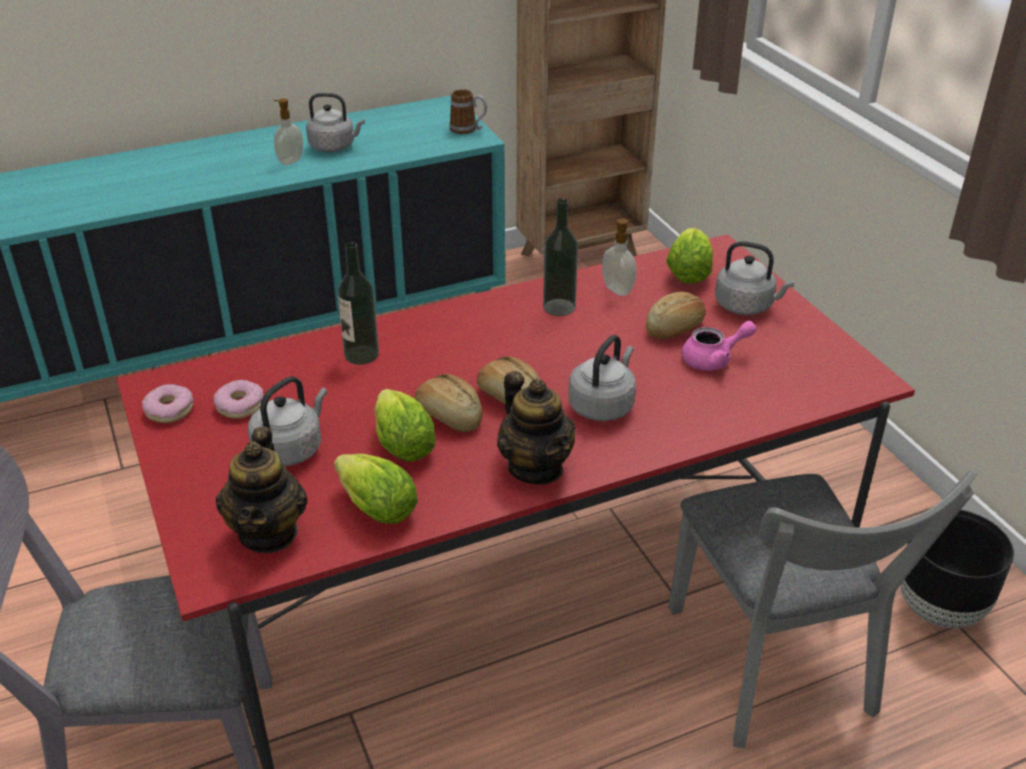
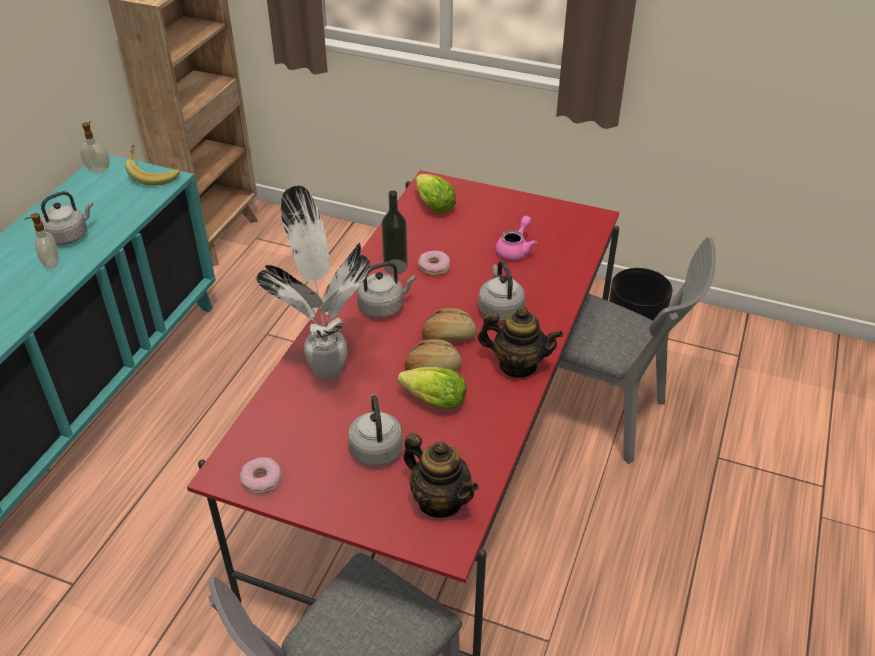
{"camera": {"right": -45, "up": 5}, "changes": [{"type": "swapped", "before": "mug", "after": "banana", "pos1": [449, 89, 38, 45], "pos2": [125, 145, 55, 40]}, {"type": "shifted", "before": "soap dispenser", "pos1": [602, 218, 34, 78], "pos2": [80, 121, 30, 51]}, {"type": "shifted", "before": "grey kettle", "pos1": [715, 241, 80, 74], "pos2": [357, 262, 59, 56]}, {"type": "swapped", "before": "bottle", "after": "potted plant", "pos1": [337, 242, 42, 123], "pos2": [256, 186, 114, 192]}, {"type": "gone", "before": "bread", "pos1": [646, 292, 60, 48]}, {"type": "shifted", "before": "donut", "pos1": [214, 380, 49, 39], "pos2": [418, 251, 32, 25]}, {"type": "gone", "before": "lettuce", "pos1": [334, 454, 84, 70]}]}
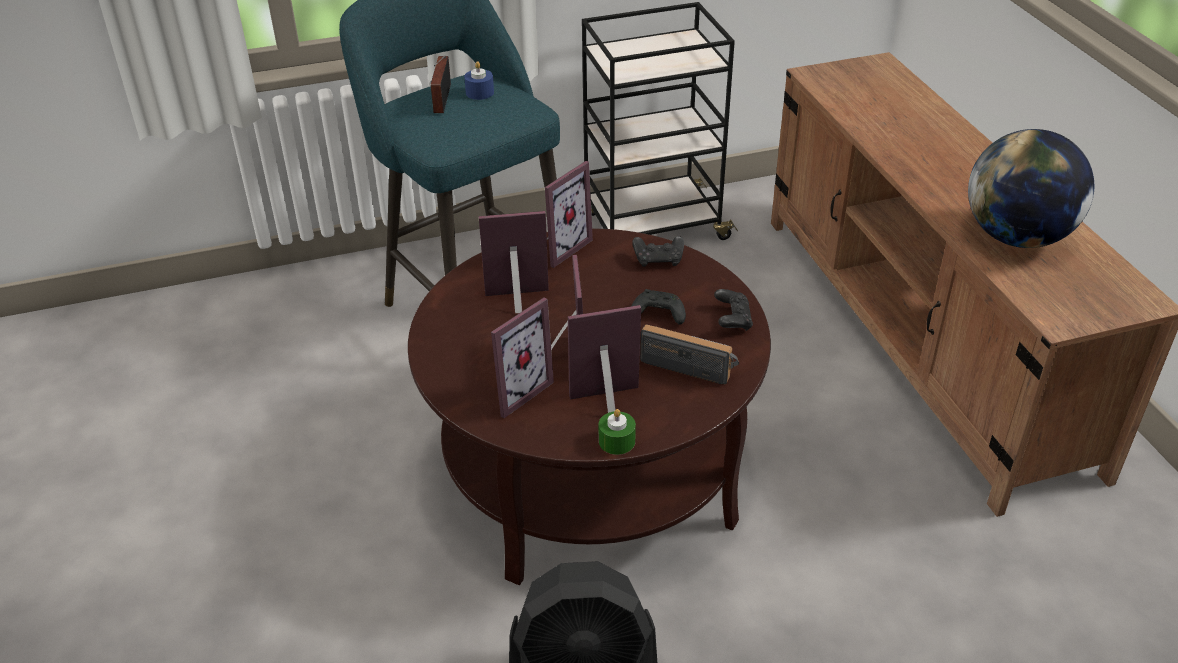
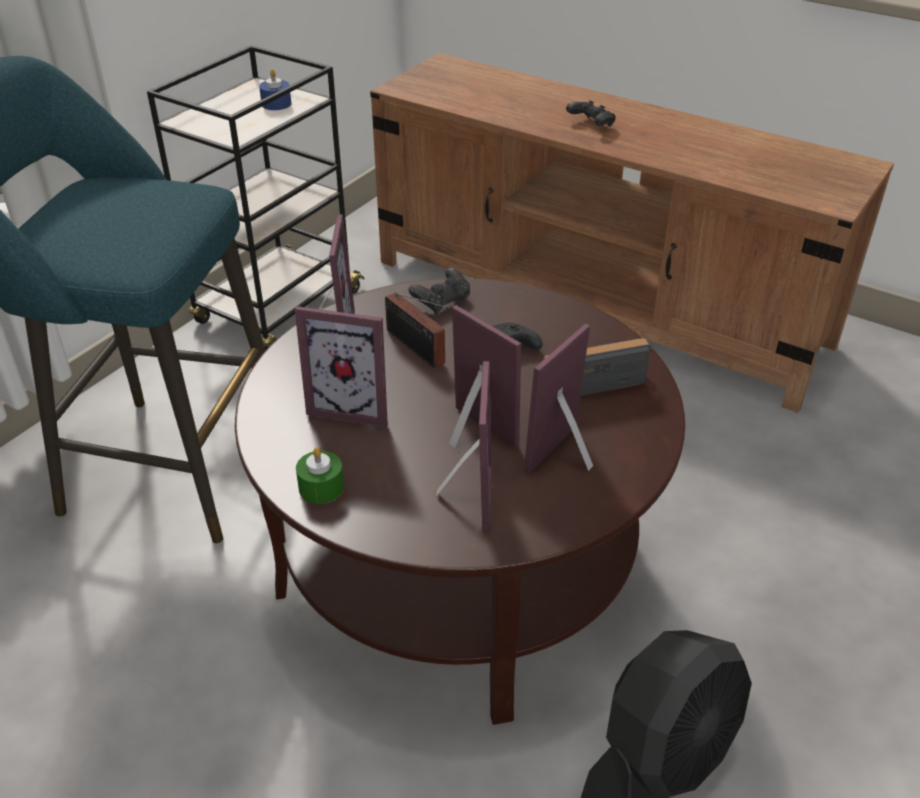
{"camera": {"right": -40, "up": 0}, "changes": [{"type": "shifted", "before": "radio", "pos1": [430, 56, 21, 57], "pos2": [385, 292, 63, 76]}, {"type": "shifted", "before": "blue candle", "pos1": [464, 61, 30, 39], "pos2": [259, 69, 32, 41]}, {"type": "gone", "before": "globe", "pos1": [968, 129, 126, 119]}, {"type": "rotated", "before": "picture frame", "pos1": [479, 211, 70, 102], "pos2": [295, 306, 93, 121], "turn": -120}, {"type": "shifted", "before": "black game controller", "pos1": [714, 289, 39, 42], "pos2": [566, 100, 50, 27]}, {"type": "shifted", "before": "green candle", "pos1": [599, 409, 37, 46], "pos2": [296, 447, 48, 57]}]}
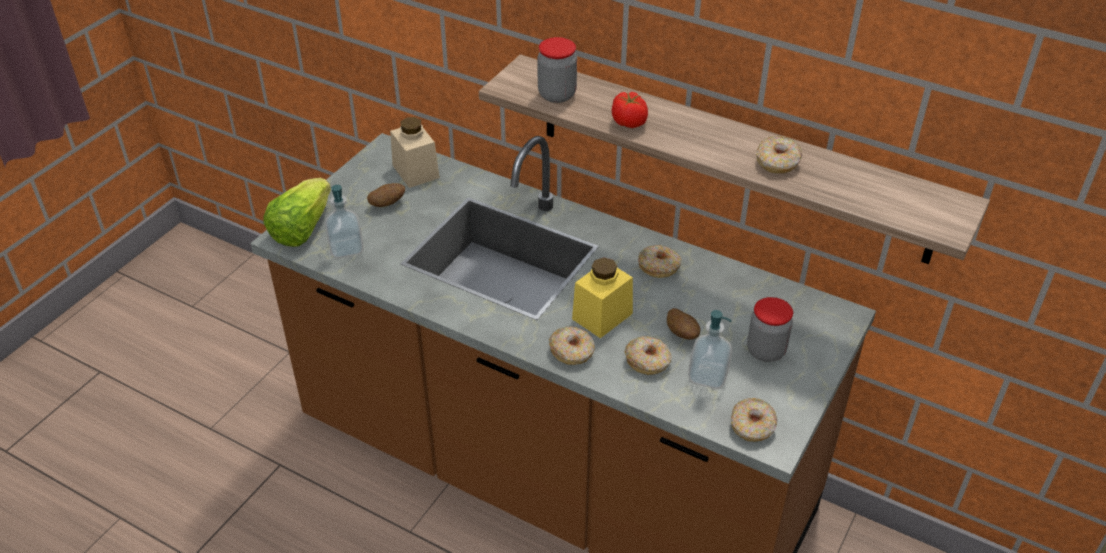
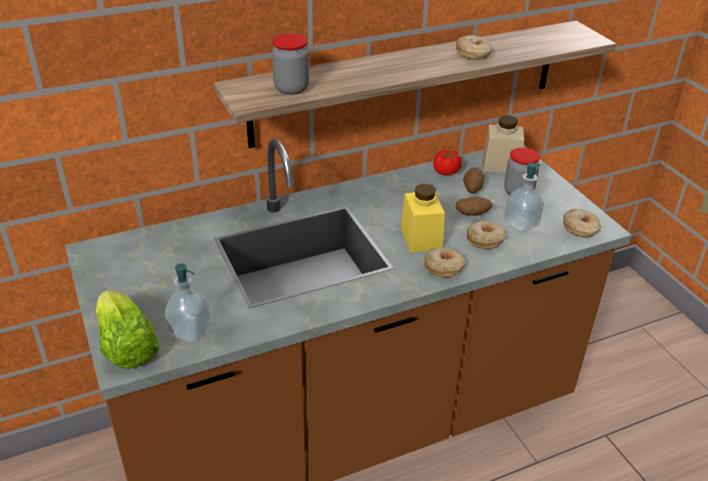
{"camera": {"right": -55, "up": -5}, "changes": [{"type": "shifted", "before": "tomato", "pos1": [612, 92, 36, 36], "pos2": [433, 150, 29, 26]}, {"type": "shifted", "before": "beige jar", "pos1": [390, 117, 50, 71], "pos2": [483, 115, 41, 58]}, {"type": "shifted", "before": "potato", "pos1": [367, 183, 38, 24], "pos2": [463, 167, 21, 26]}, {"type": "gone", "before": "donut", "pos1": [638, 245, 44, 33]}]}
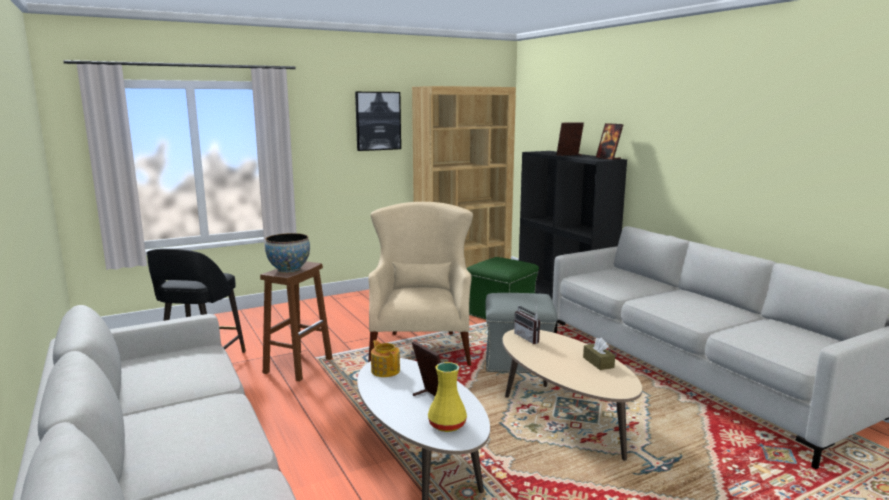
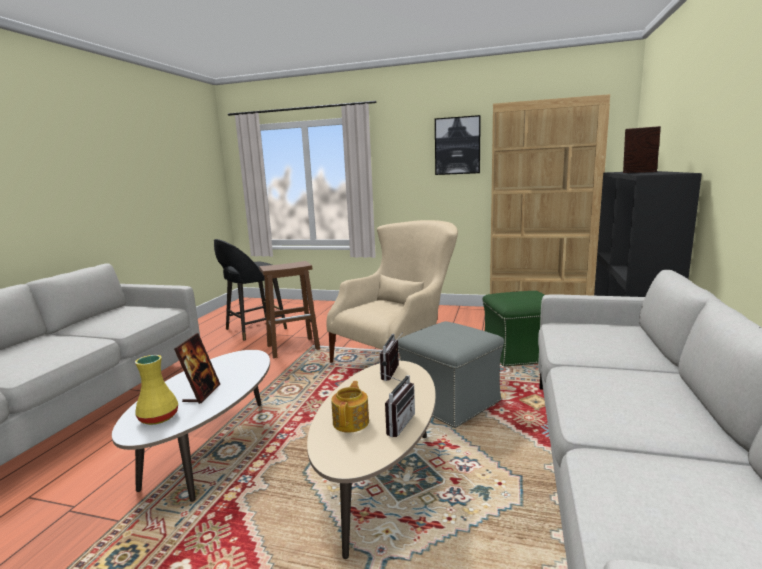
{"camera": {"right": 45, "up": 0}, "changes": [{"type": "gone", "before": "picture frame", "pos1": [596, 123, 27, 37]}, {"type": "gone", "before": "bowl", "pos1": [265, 233, 45, 40]}, {"type": "swapped", "before": "brown tissue box", "after": "radio", "pos1": [583, 338, 32, 32], "pos2": [381, 373, 34, 64]}, {"type": "shifted", "before": "teapot", "pos1": [371, 340, 29, 37], "pos2": [331, 381, 38, 51]}]}
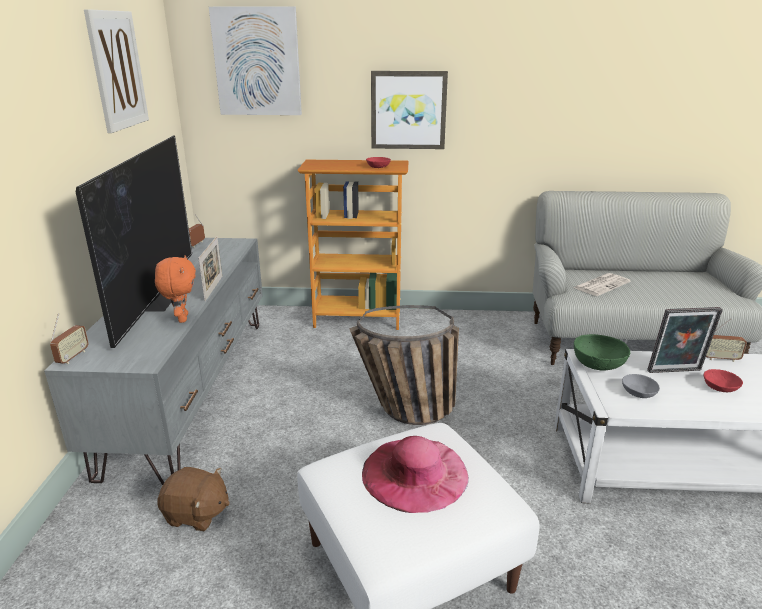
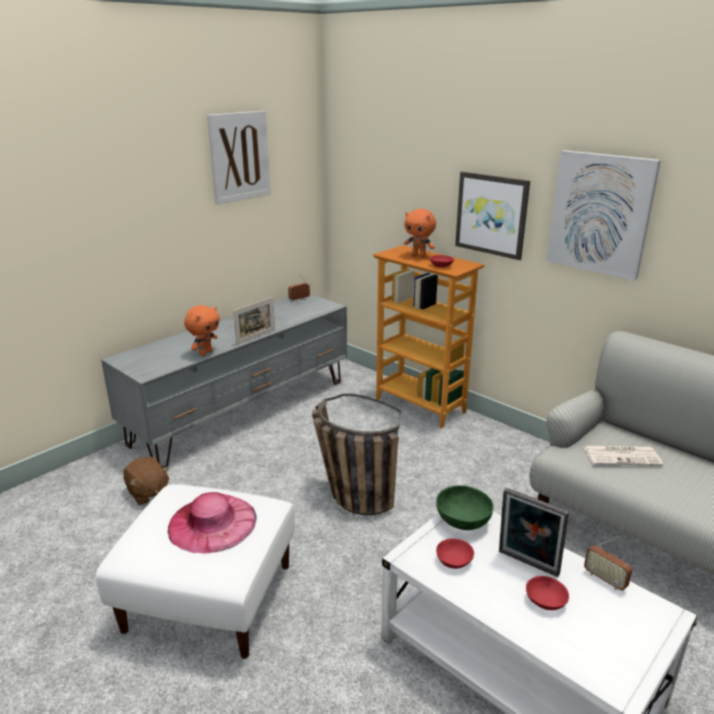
{"camera": {"right": 40, "up": 0}, "changes": [{"type": "shifted", "before": "picture", "pos1": [209, 6, 93, 109], "pos2": [547, 150, 114, 130]}, {"type": "gone", "before": "television", "pos1": [76, 136, 116, 212]}, {"type": "gone", "before": "radio", "pos1": [50, 313, 39, 51]}, {"type": "repainted", "before": "grey bowl", "after": "red bowl", "pos1": [622, 374, 38, 24], "pos2": [436, 538, 38, 31]}, {"type": "new", "after": "orange plush toy", "pos2": [404, 209, 32, 48]}]}
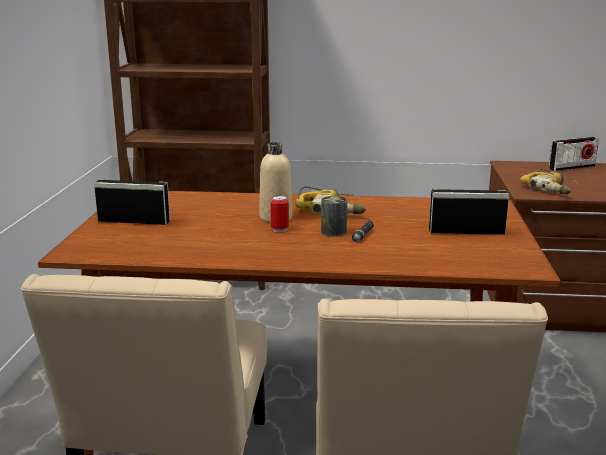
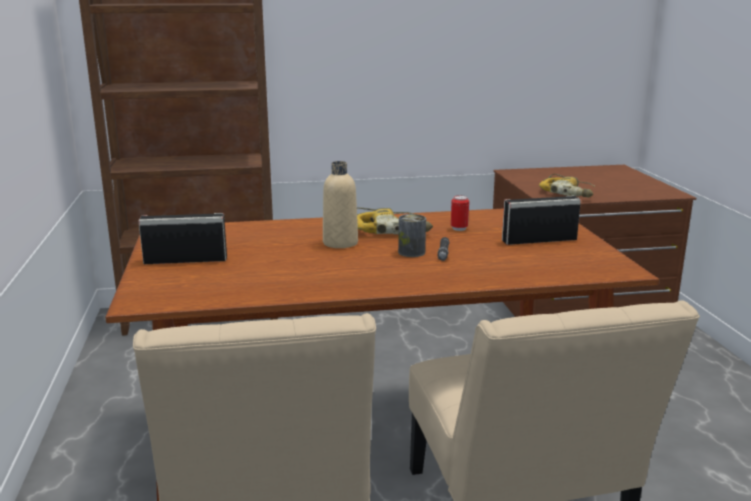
{"camera": {"right": -15, "up": 0}, "changes": [{"type": "gone", "before": "radio", "pos1": [549, 137, 50, 34]}, {"type": "shifted", "before": "can", "pos1": [270, 196, 19, 36], "pos2": [451, 195, 18, 36]}]}
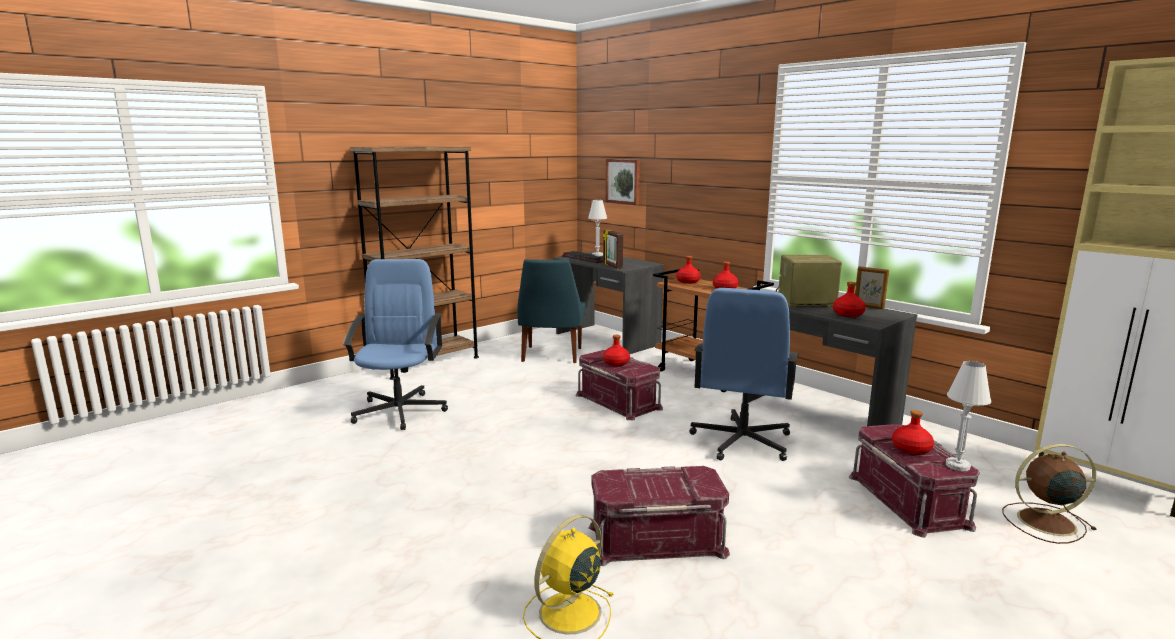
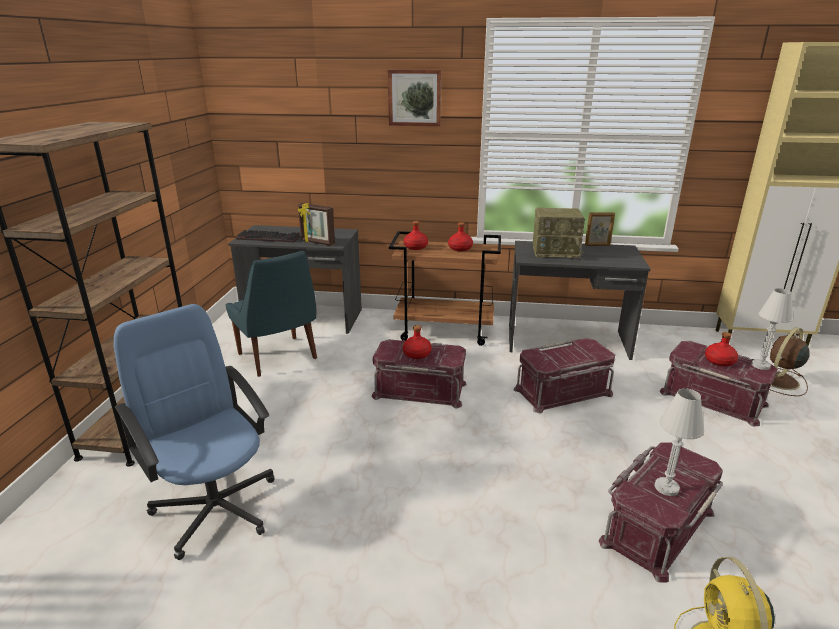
{"camera": {"right": -40, "up": 10}, "changes": [{"type": "shifted", "before": "picture", "pos1": [606, 159, 34, 46], "pos2": [388, 69, 54, 57]}, {"type": "shifted", "before": "white table lamp", "pos1": [588, 200, 19, 56], "pos2": [654, 388, 50, 108]}, {"type": "rotated", "before": "radio", "pos1": [776, 255, 66, 53], "pos2": [533, 208, 52, 51], "turn": -135}, {"type": "gone", "before": "red bottle", "pos1": [833, 282, 33, 35]}, {"type": "swapped", "before": "blue office chair", "after": "red storage box", "pos1": [689, 288, 110, 173], "pos2": [513, 338, 102, 76]}]}
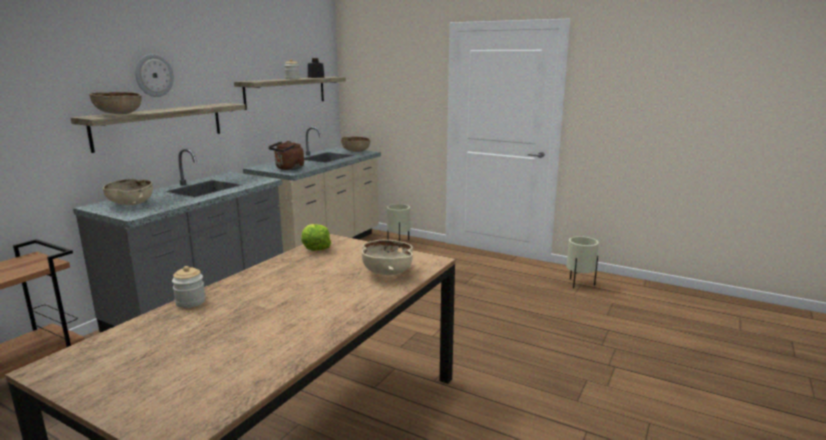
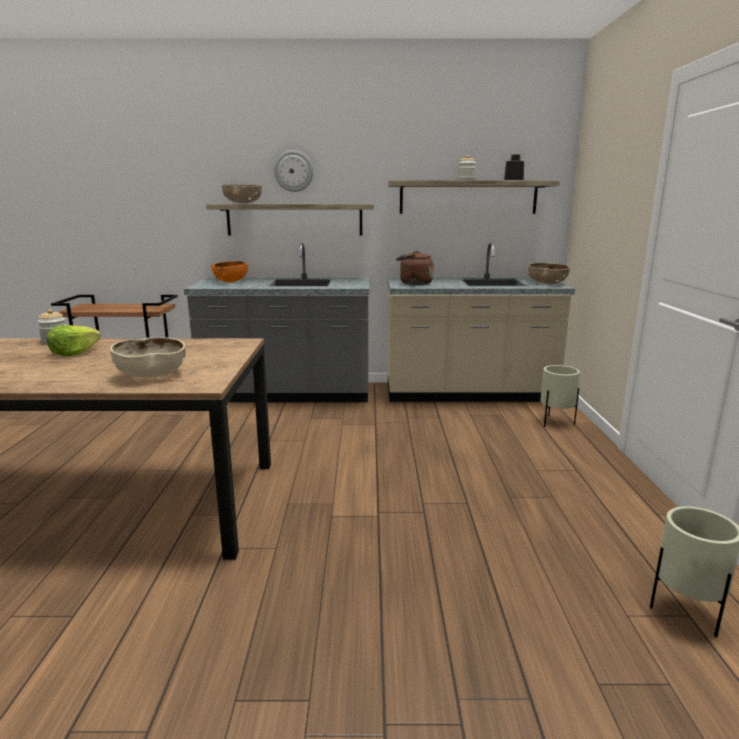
{"camera": {"right": 60, "up": 0}, "changes": [{"type": "repainted", "before": "beige bowl", "after": "orange bowl", "pos1": [103, 179, 50, 26], "pos2": [211, 261, 37, 21]}, {"type": "shifted", "before": "lettuce", "pos1": [301, 224, 30, 27], "pos2": [47, 325, 54, 31]}]}
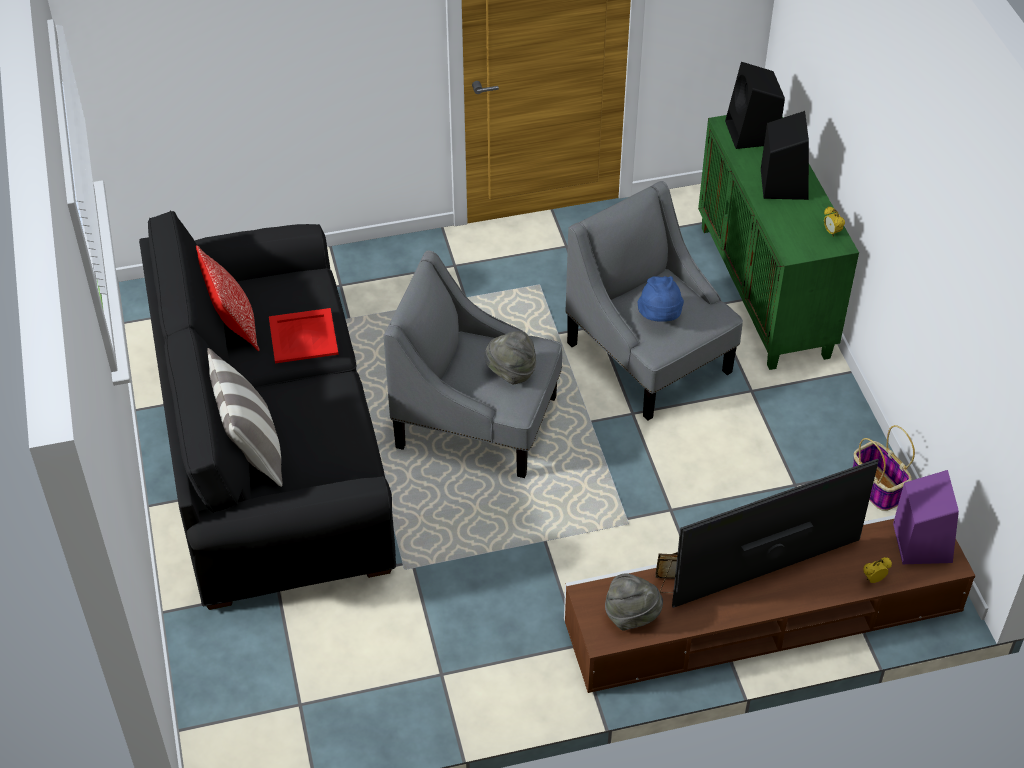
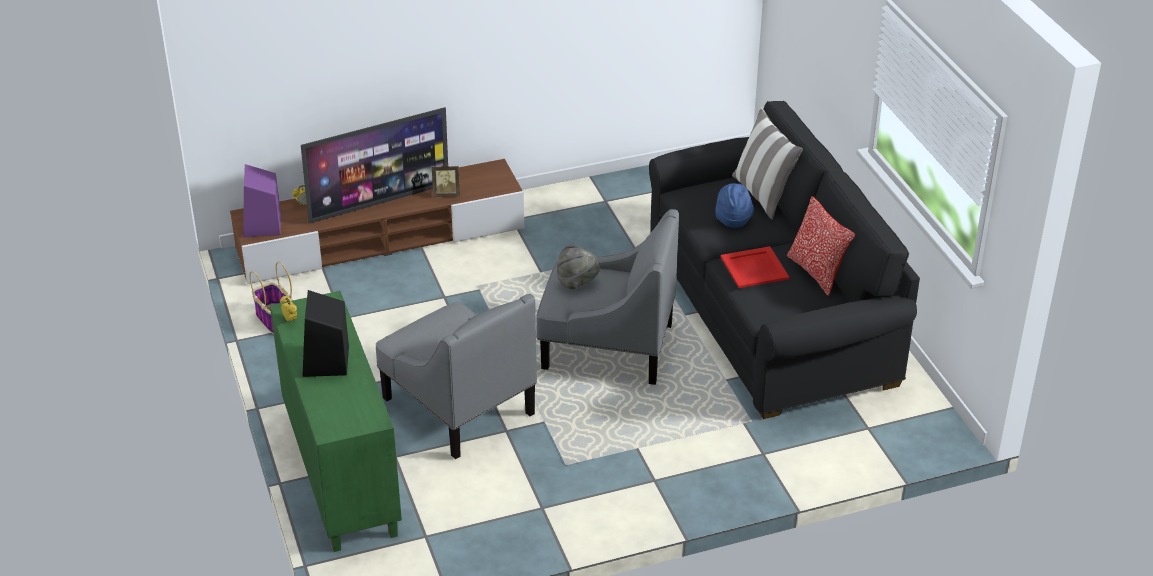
{"camera": {"right": 175, "up": -10}, "changes": [{"type": "gone", "before": "black speaker", "pos1": [725, 62, 60, 87]}, {"type": "shifted", "before": "blue hat", "pos1": [638, 276, 46, 46], "pos2": [715, 183, 39, 45]}, {"type": "gone", "before": "grey hat", "pos1": [605, 573, 58, 57]}]}
